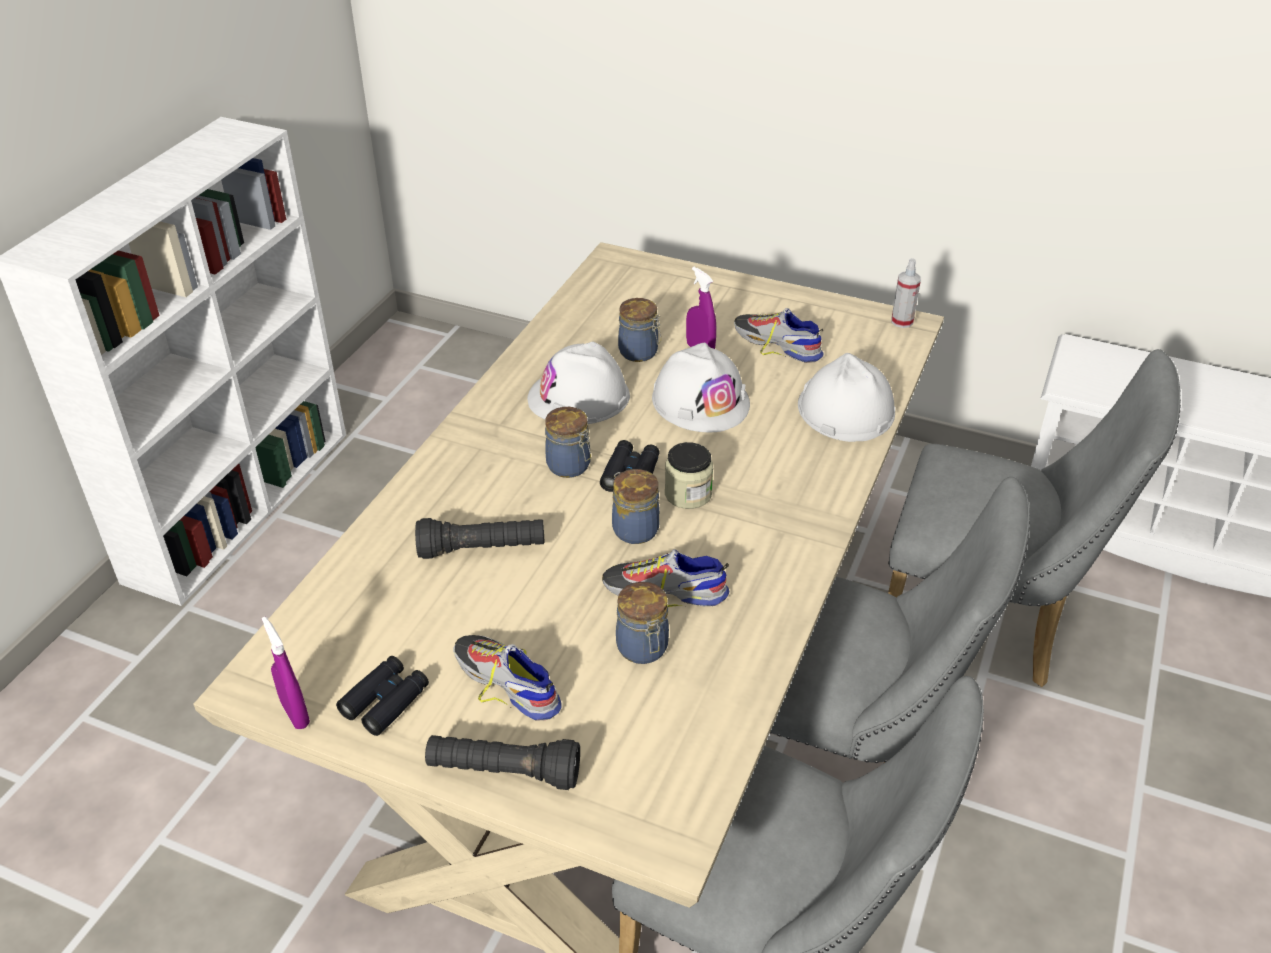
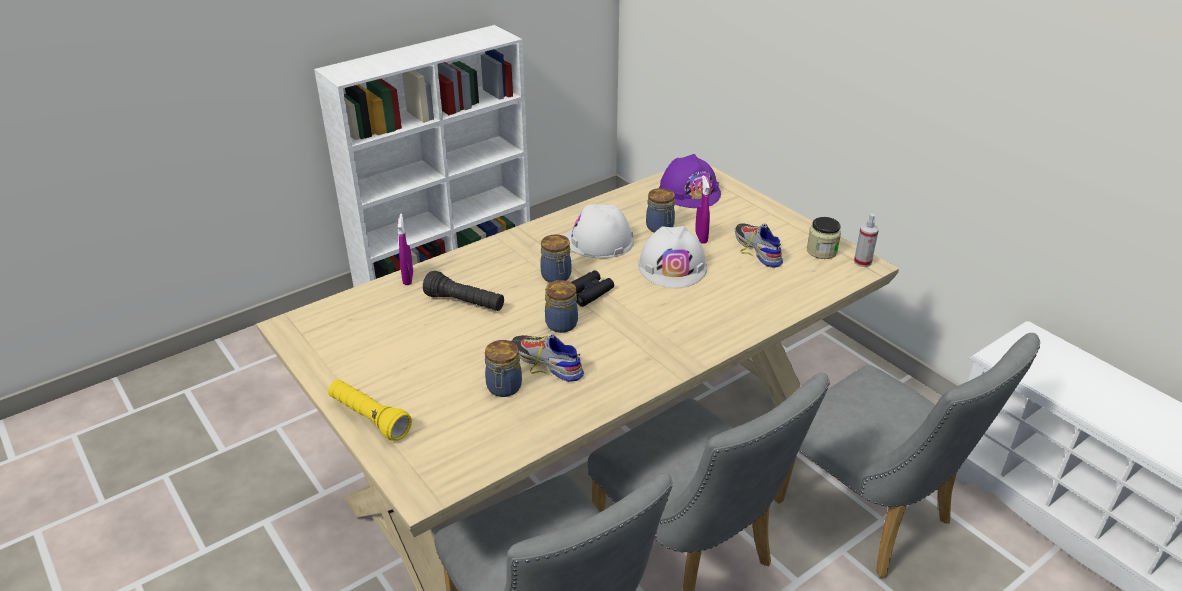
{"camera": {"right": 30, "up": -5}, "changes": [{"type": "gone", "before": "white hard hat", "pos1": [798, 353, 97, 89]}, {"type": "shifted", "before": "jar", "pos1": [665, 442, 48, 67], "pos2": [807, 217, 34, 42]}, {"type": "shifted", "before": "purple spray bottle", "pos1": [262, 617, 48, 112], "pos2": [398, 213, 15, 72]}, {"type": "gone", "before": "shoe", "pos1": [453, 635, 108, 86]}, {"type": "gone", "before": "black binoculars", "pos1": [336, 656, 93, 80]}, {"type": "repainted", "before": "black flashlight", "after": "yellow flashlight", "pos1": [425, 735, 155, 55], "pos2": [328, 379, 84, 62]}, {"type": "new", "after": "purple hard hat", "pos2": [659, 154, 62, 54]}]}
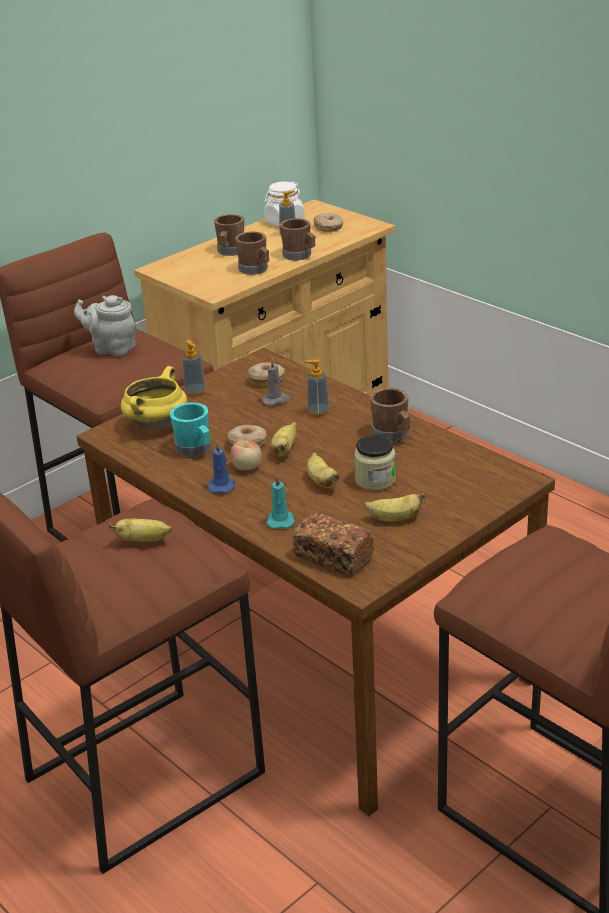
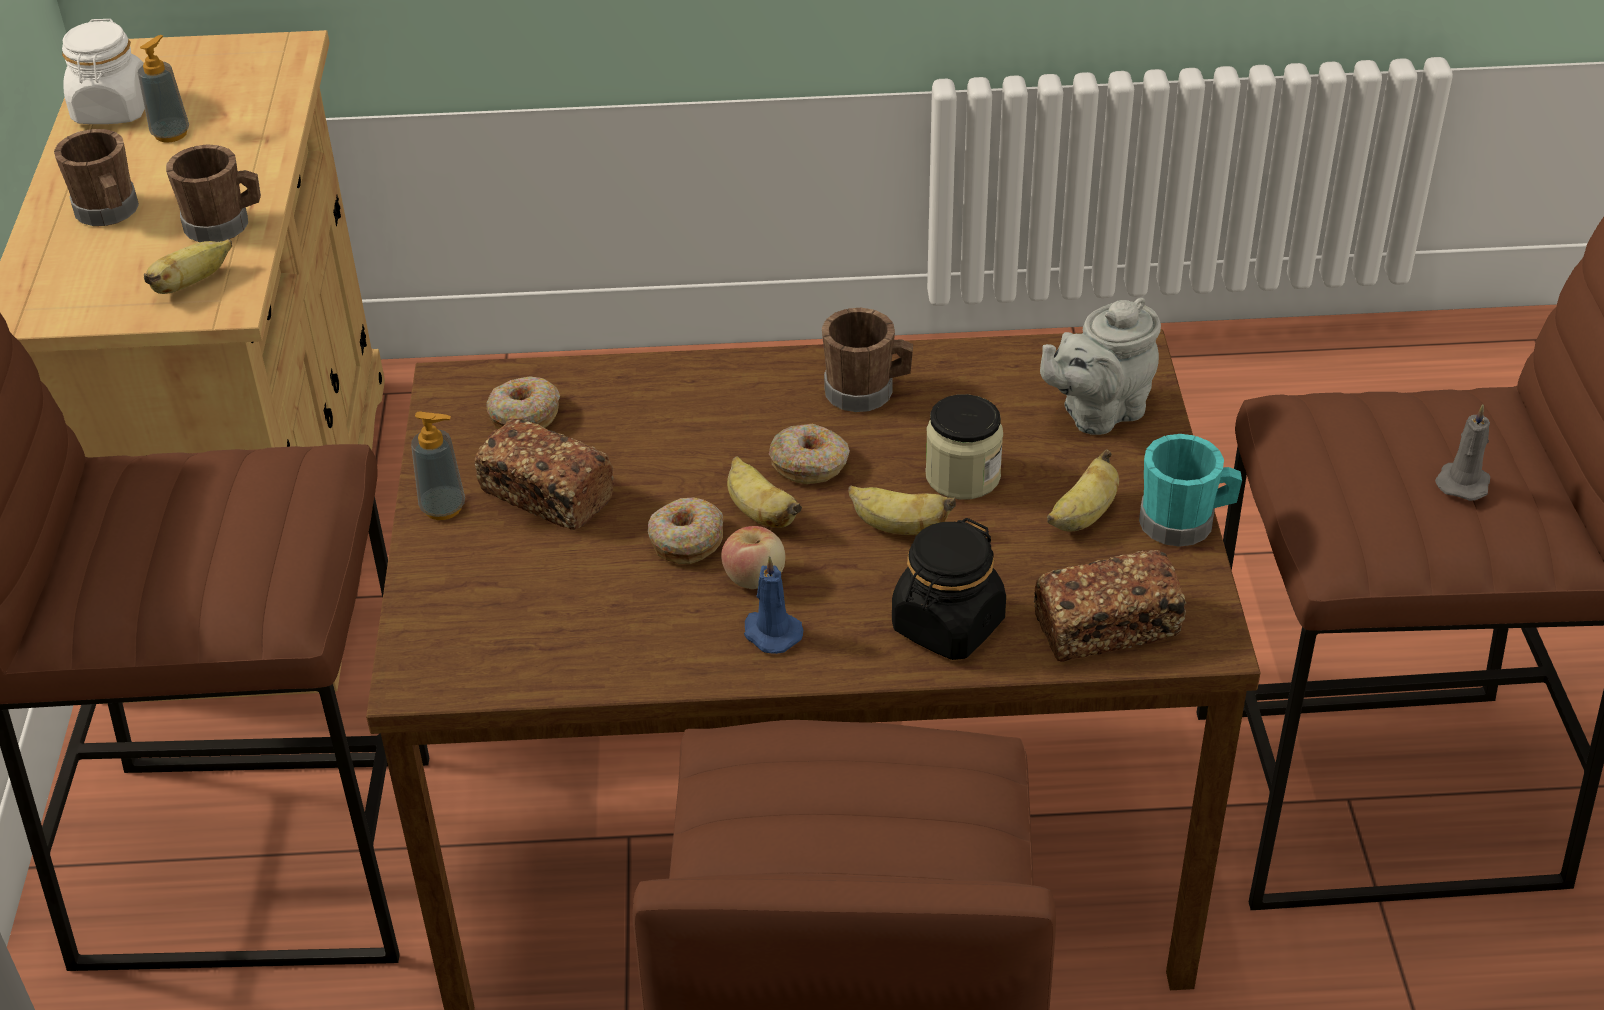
{"camera": {"right": -50, "up": 10}, "changes": [{"type": "shifted", "before": "donut", "pos1": [313, 213, 30, 19], "pos2": [769, 424, 81, 60]}, {"type": "gone", "before": "brown mug", "pos1": [280, 218, 35, 43]}, {"type": "shifted", "before": "grey teapot", "pos1": [74, 295, 62, 61], "pos2": [1040, 298, 121, 137]}, {"type": "shifted", "before": "grey candle", "pos1": [262, 358, 29, 48], "pos2": [1435, 404, 55, 97]}, {"type": "gone", "before": "soap dispenser", "pos1": [304, 359, 26, 58]}, {"type": "gone", "before": "yellow cooking pot", "pos1": [121, 366, 66, 64]}, {"type": "shifted", "before": "turquoise mug", "pos1": [170, 402, 41, 55], "pos2": [1139, 434, 103, 113]}, {"type": "swapped", "before": "turquoise candle", "after": "black jar", "pos1": [267, 475, 28, 54], "pos2": [892, 518, 114, 142]}, {"type": "shifted", "before": "banana", "pos1": [109, 519, 63, 23], "pos2": [144, 239, 88, 55]}, {"type": "new", "after": "bread", "pos2": [475, 418, 139, 112]}]}
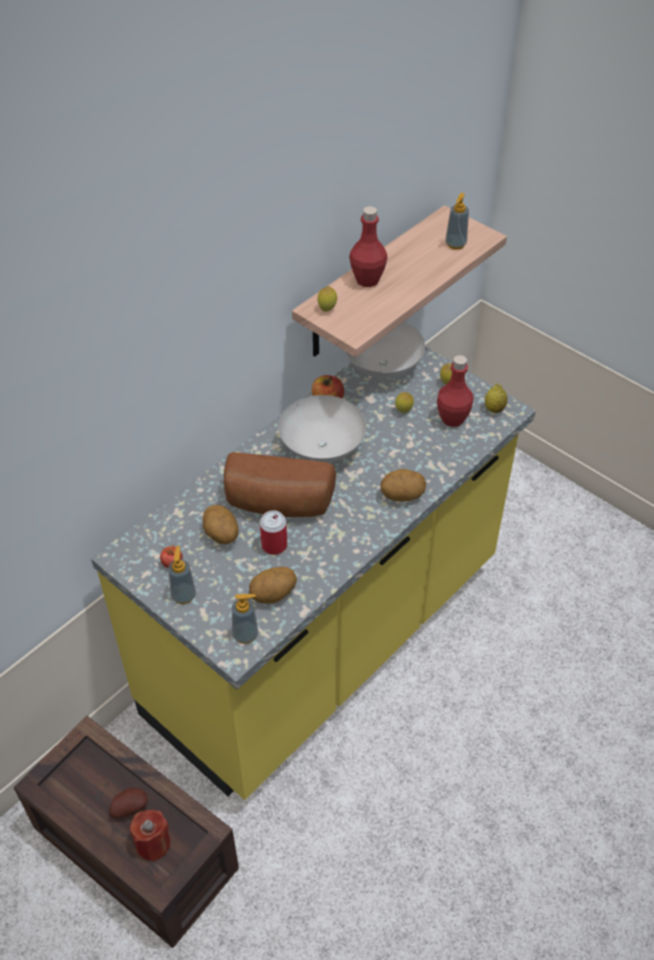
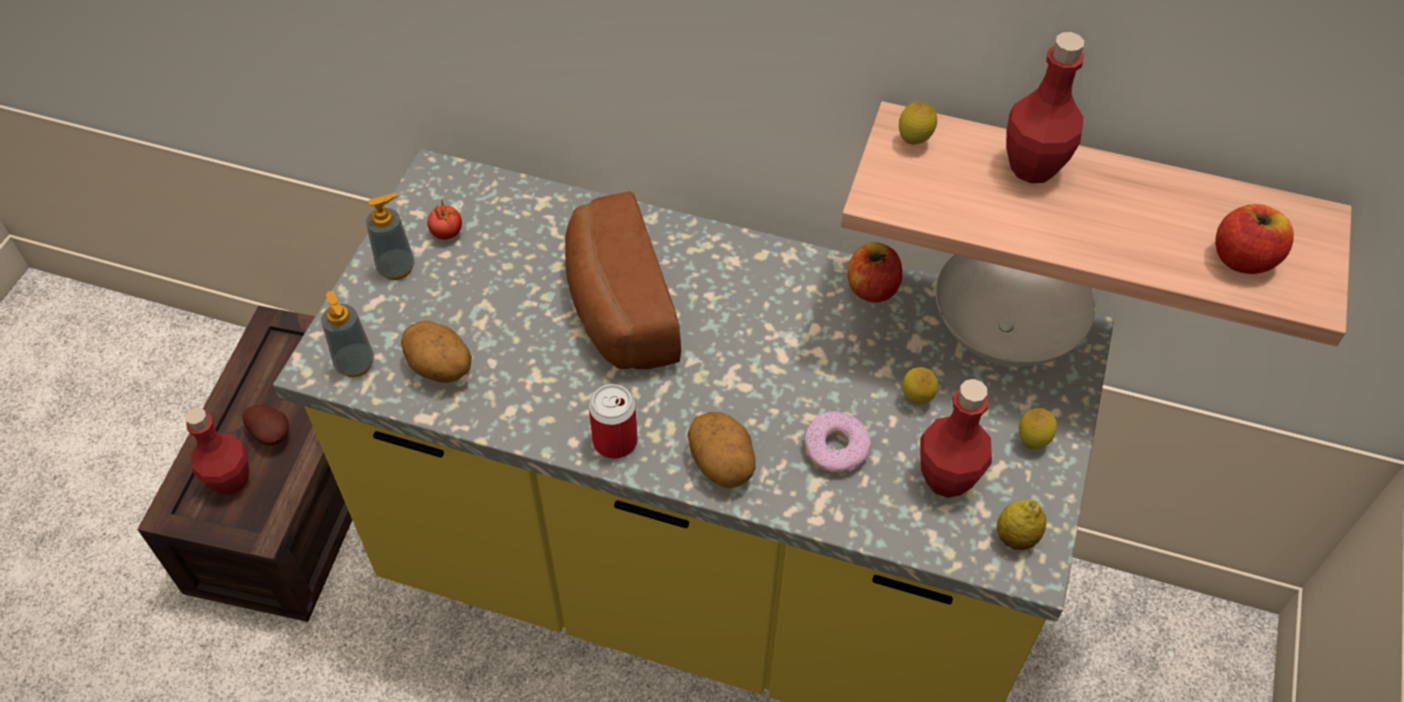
{"camera": {"right": 65, "up": 5}, "changes": [{"type": "swapped", "before": "soap dispenser", "after": "apple", "pos1": [445, 193, 24, 57], "pos2": [1215, 204, 79, 70]}, {"type": "gone", "before": "white bowl", "pos1": [278, 395, 88, 68]}, {"type": "gone", "before": "potato", "pos1": [203, 505, 36, 39]}, {"type": "shifted", "before": "can", "pos1": [260, 510, 27, 45], "pos2": [589, 384, 49, 75]}, {"type": "swapped", "before": "red candle", "after": "red bottle", "pos1": [129, 810, 41, 52], "pos2": [185, 408, 64, 87]}, {"type": "new", "after": "donut", "pos2": [804, 411, 67, 63]}]}
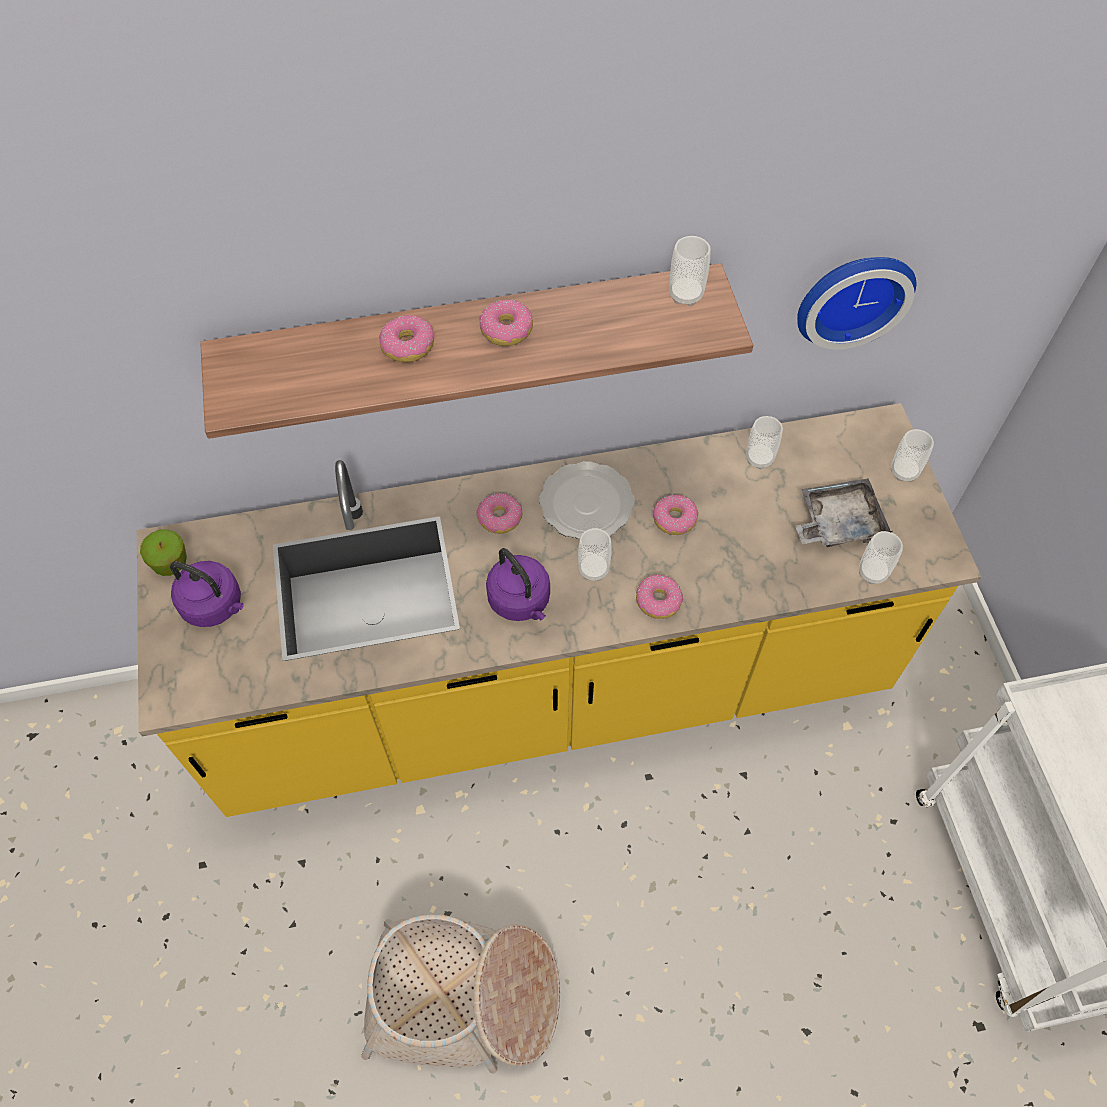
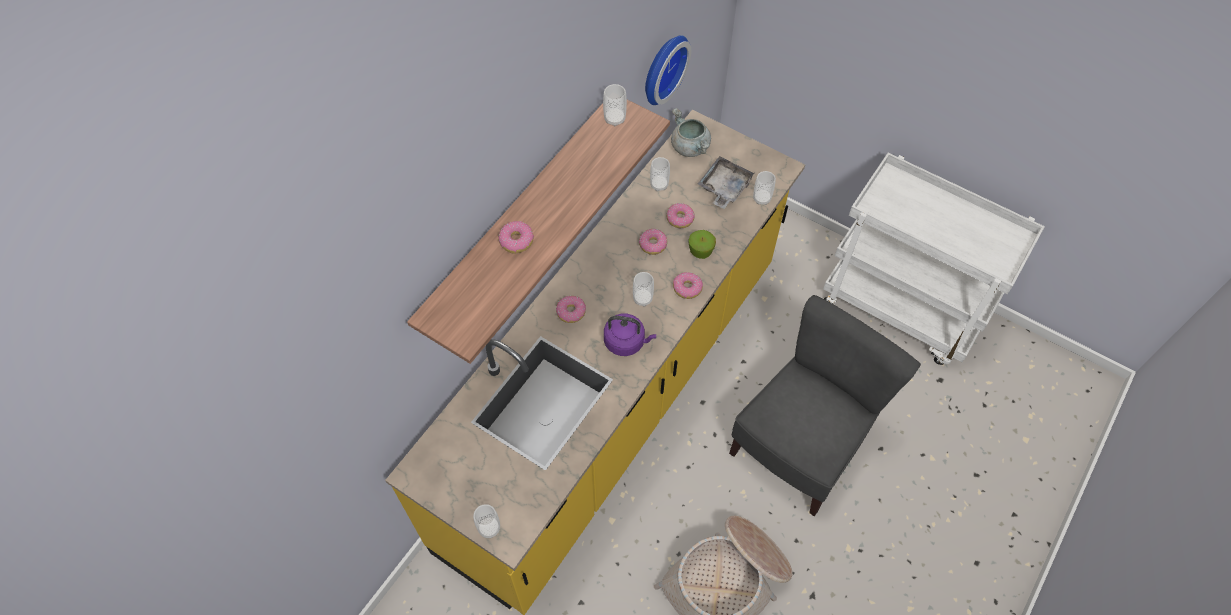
{"camera": {"right": -45, "up": 0}, "changes": [{"type": "shifted", "before": "donut", "pos1": [479, 299, 54, 47], "pos2": [666, 203, 29, 25]}, {"type": "shifted", "before": "cup", "pos1": [891, 429, 43, 53], "pos2": [473, 504, 27, 34]}, {"type": "gone", "before": "plate", "pos1": [539, 461, 95, 79]}, {"type": "shifted", "before": "apple", "pos1": [140, 529, 47, 47], "pos2": [688, 230, 28, 29]}, {"type": "gone", "before": "purple kettle", "pos1": [170, 561, 74, 66]}, {"type": "new", "after": "grey cooking pot", "pos2": [671, 108, 40, 49]}, {"type": "new", "after": "grey chair", "pos2": [729, 295, 192, 221]}]}
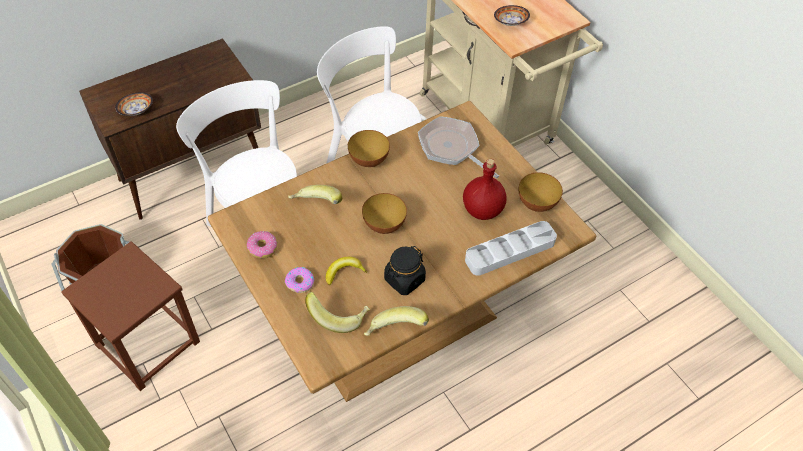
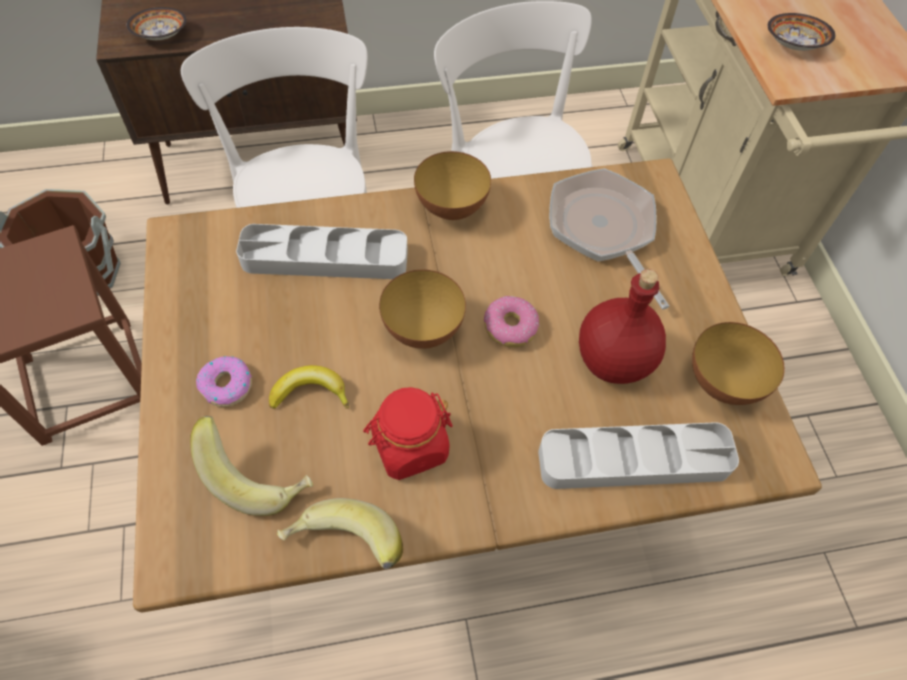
{"camera": {"right": 20, "up": 5}, "changes": [{"type": "swapped", "before": "banana", "after": "grey tray", "pos1": [288, 185, 54, 19], "pos2": [236, 224, 172, 55]}, {"type": "shifted", "before": "donut", "pos1": [247, 231, 30, 27], "pos2": [484, 296, 56, 52]}, {"type": "repainted", "before": "black jar", "after": "red jar", "pos1": [384, 246, 42, 49], "pos2": [363, 387, 89, 93]}]}
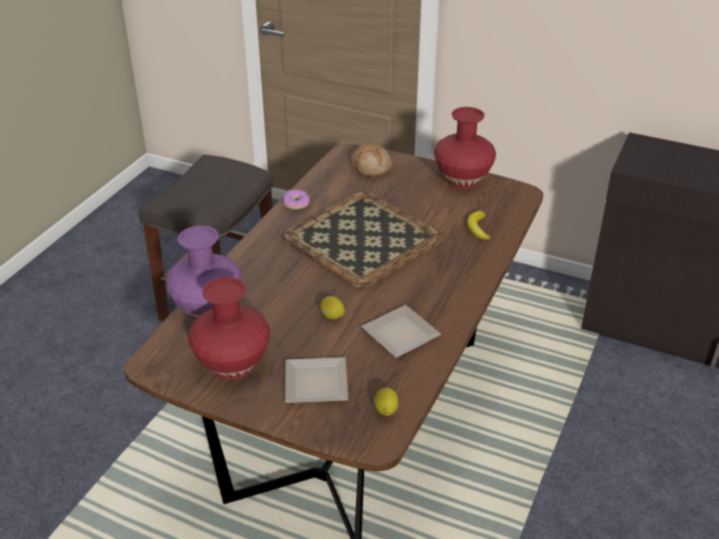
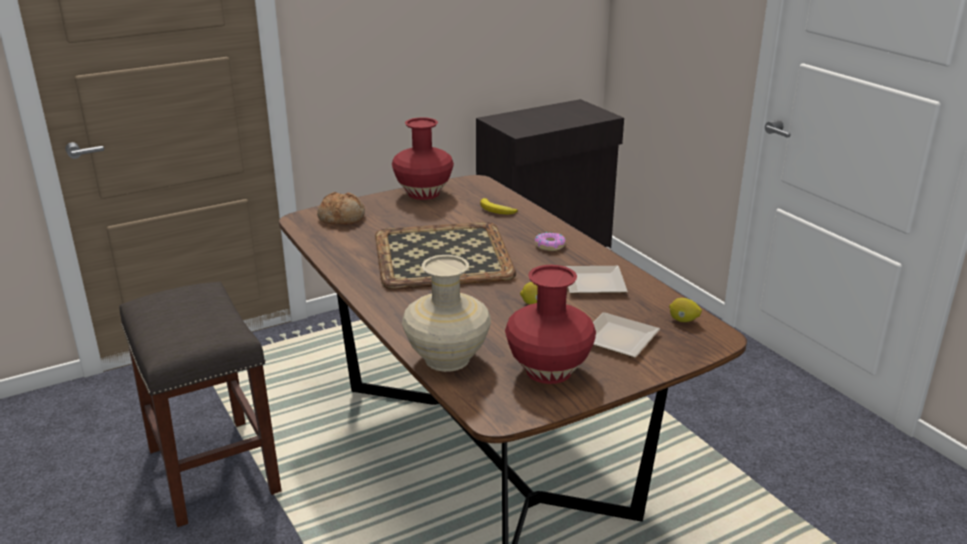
{"camera": {"right": -55, "up": -10}, "changes": [{"type": "shifted", "before": "donut", "pos1": [283, 190, 27, 19], "pos2": [534, 232, 32, 19]}, {"type": "repainted", "before": "purple vase", "after": "beige vase", "pos1": [165, 226, 77, 94], "pos2": [402, 255, 89, 117]}]}
